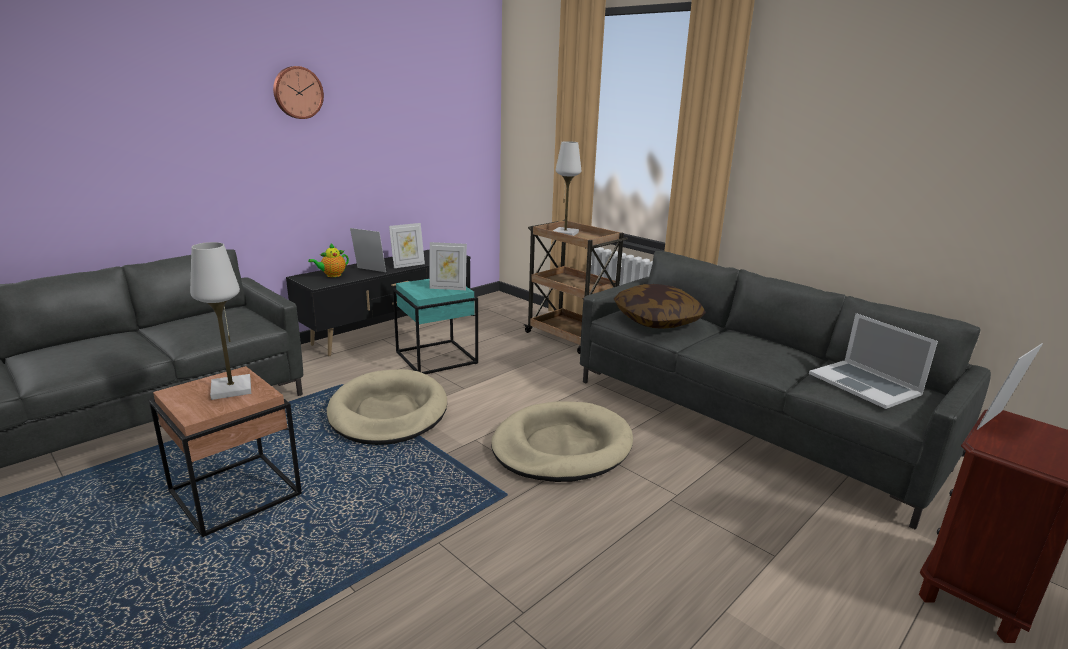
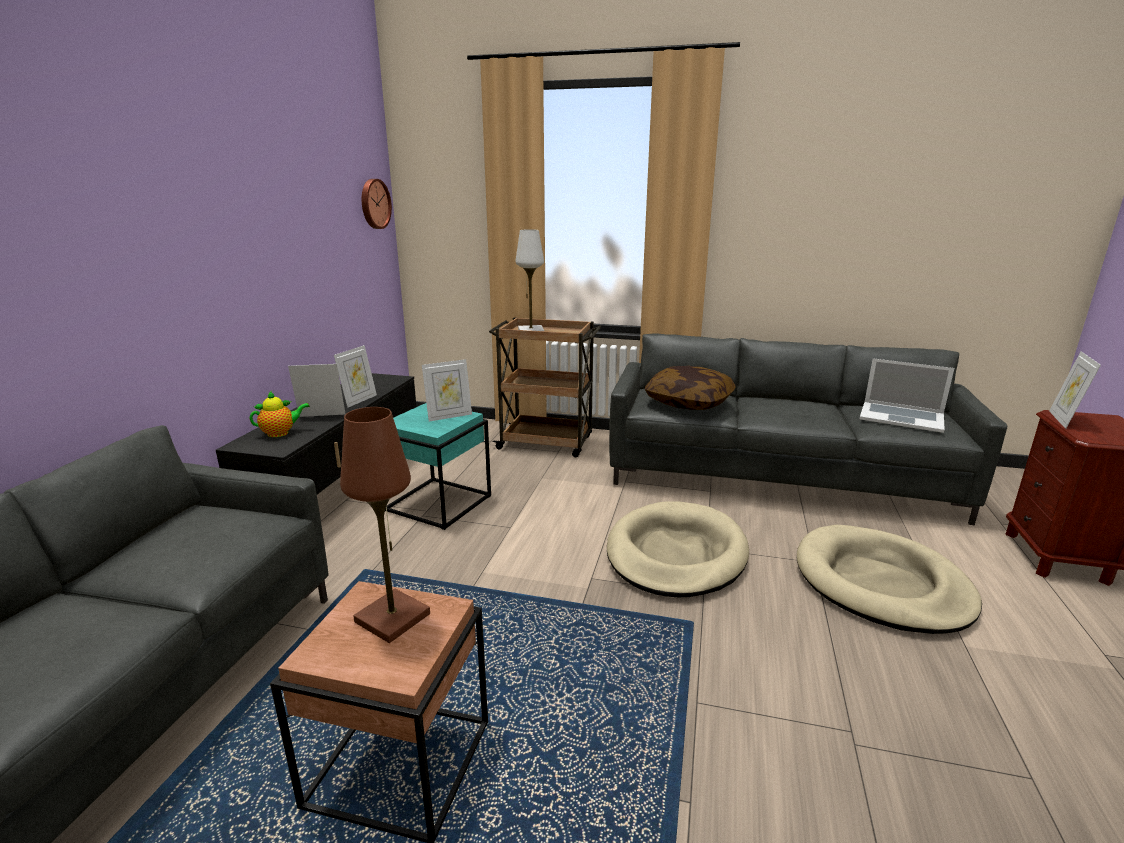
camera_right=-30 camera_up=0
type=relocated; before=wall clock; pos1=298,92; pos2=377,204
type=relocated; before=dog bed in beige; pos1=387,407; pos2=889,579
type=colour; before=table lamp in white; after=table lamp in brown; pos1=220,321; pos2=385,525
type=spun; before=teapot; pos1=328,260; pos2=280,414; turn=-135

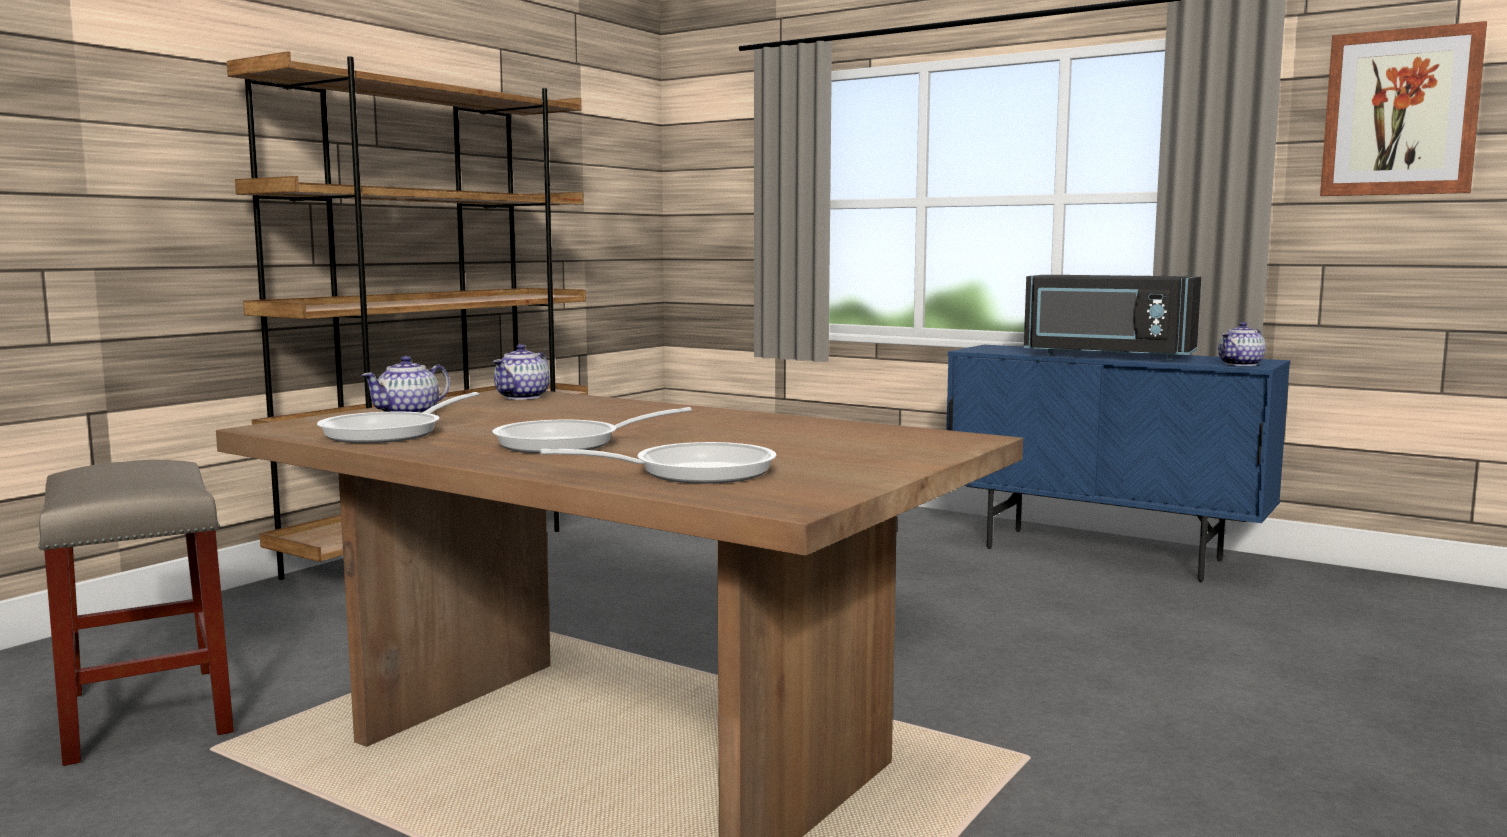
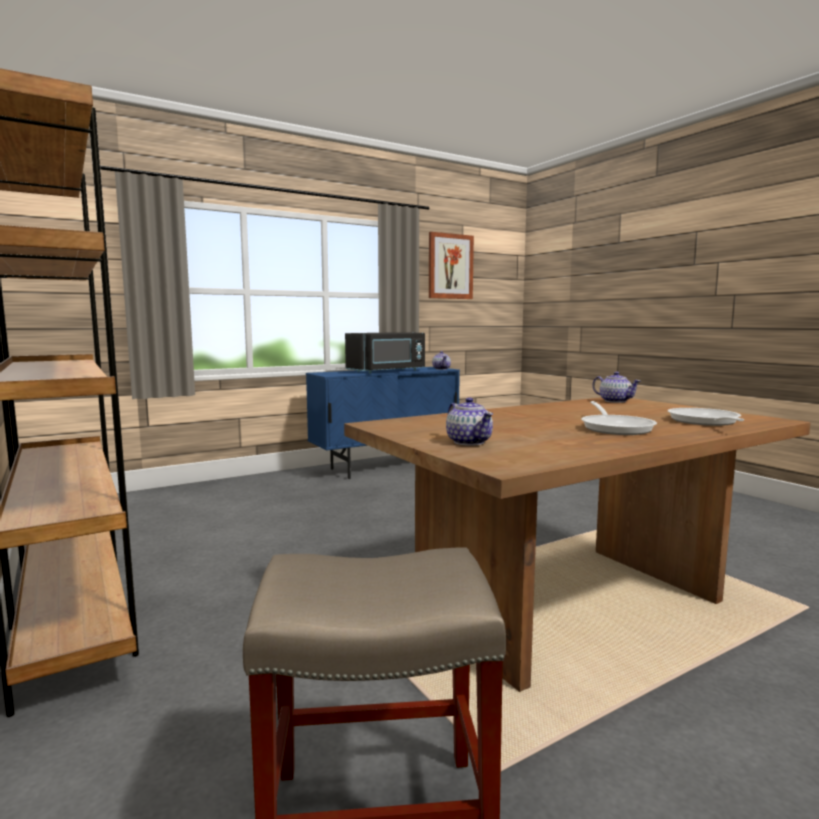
camera_right=-65 camera_up=0
type=missing; before=frying pan; pos1=398,417
type=relocated; before=teapot; pos1=521,372; pos2=616,387

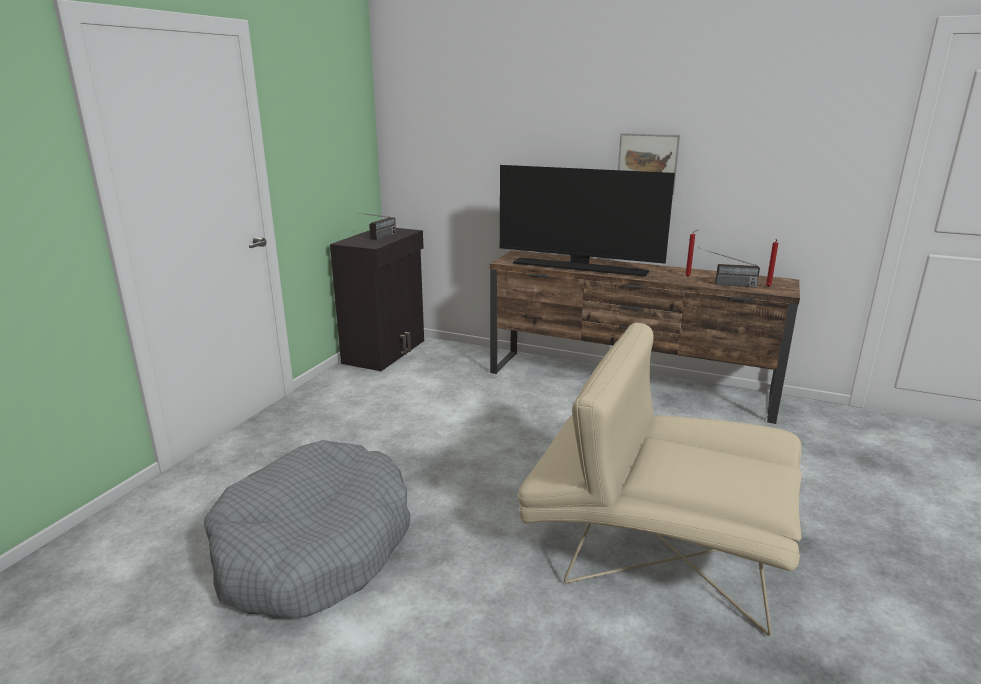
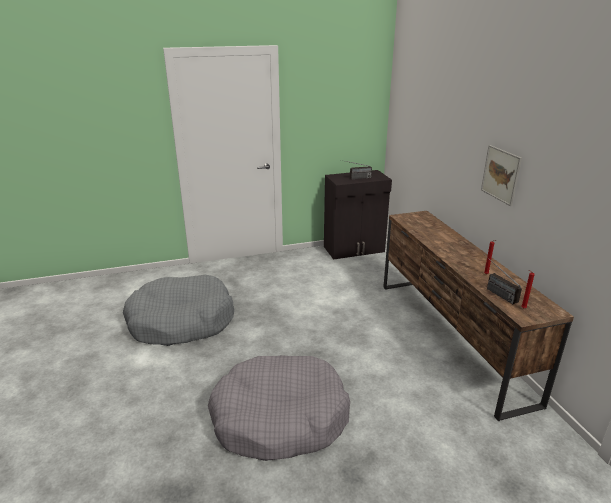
camera_right=50 camera_up=5
type=missing; before=television; pos1=587,221
type=exchanged; before=armchair in beige; after=dog bed in grey; pos1=660,479; pos2=279,408

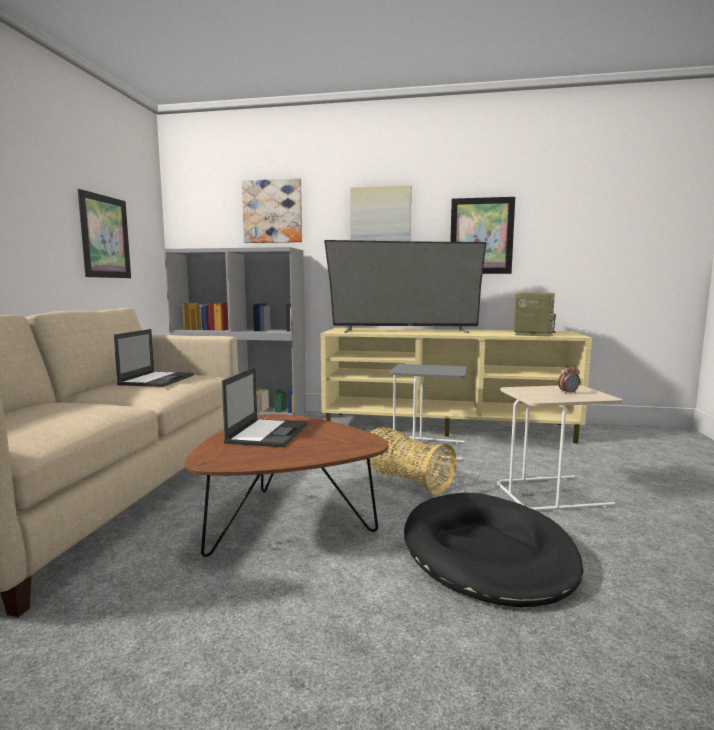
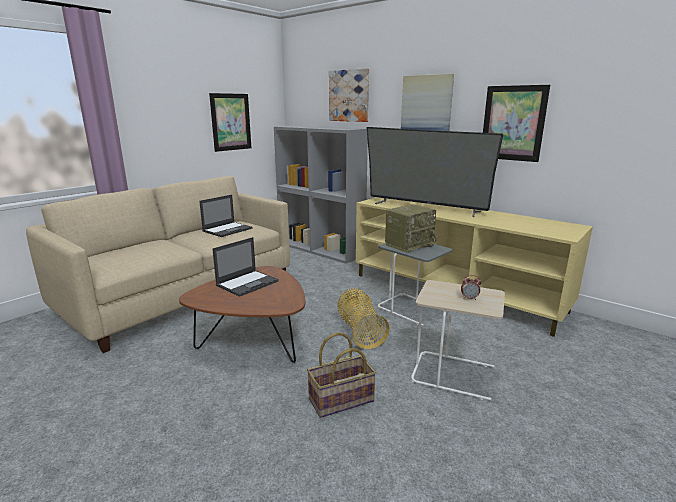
camera_right=30 camera_up=10
type=relocated; before=radio; pos1=535,314; pos2=410,228
type=exchanged; before=dog bed in black; after=basket; pos1=494,550; pos2=341,375

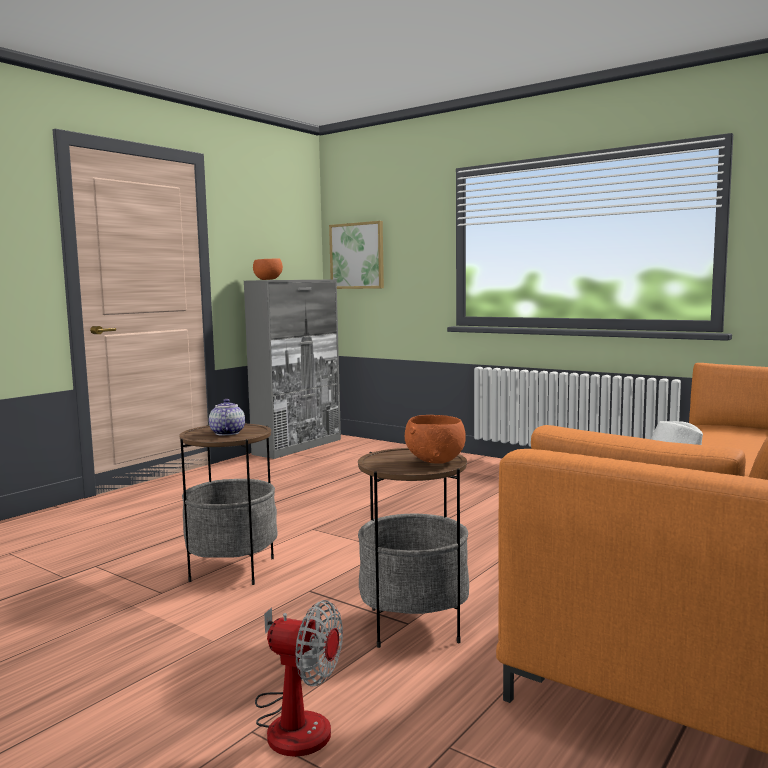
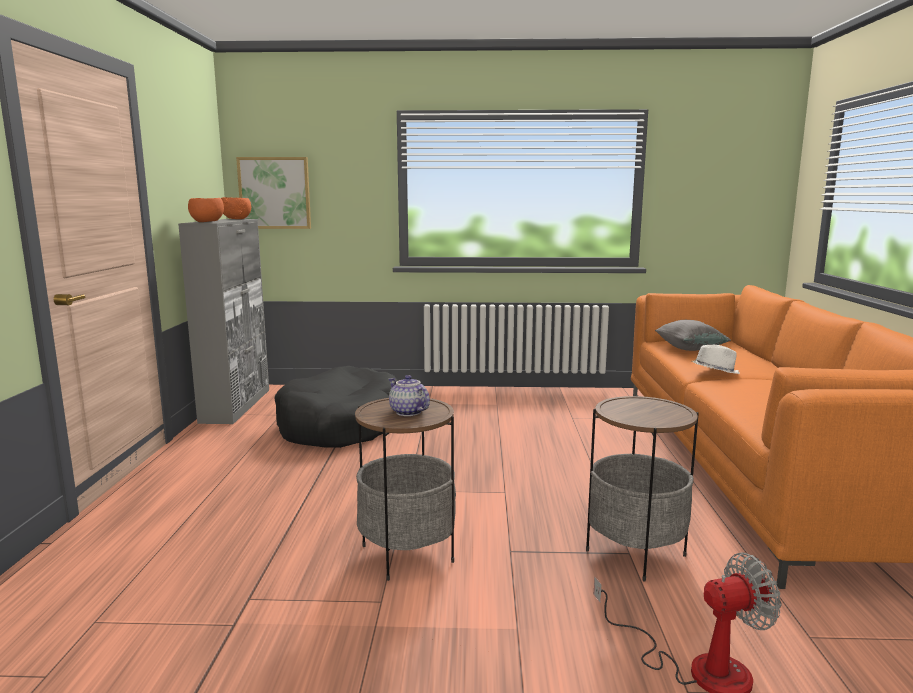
camera_right=-35 camera_up=5
type=appeared; after=dog bed in black; pos2=336,407
type=appeared; after=pillow in grey; pos2=693,335
type=relocated; before=bowl in orange; pos1=435,439; pos2=236,208

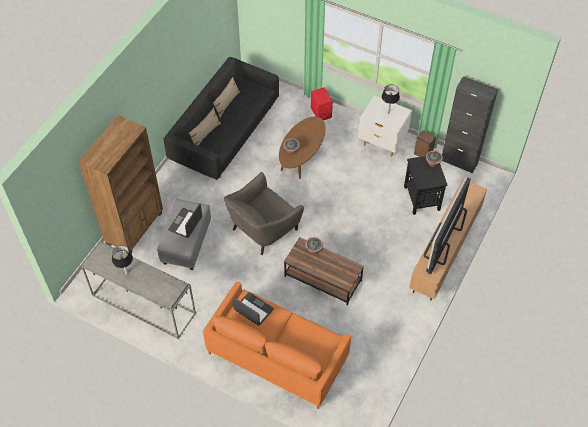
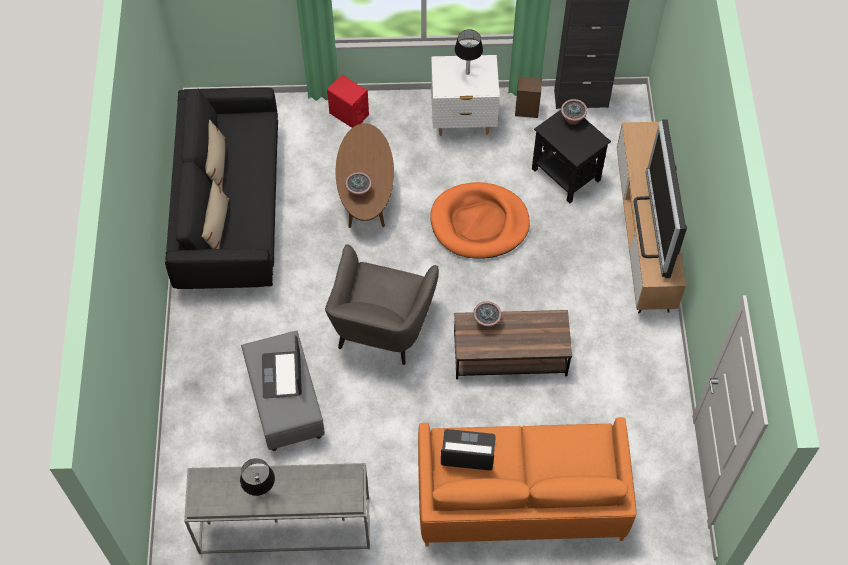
camera_right=-30 camera_up=5
type=missing; before=bookcase in brown; pos1=120,184
type=appeared; after=dog bed in orange; pos2=480,220

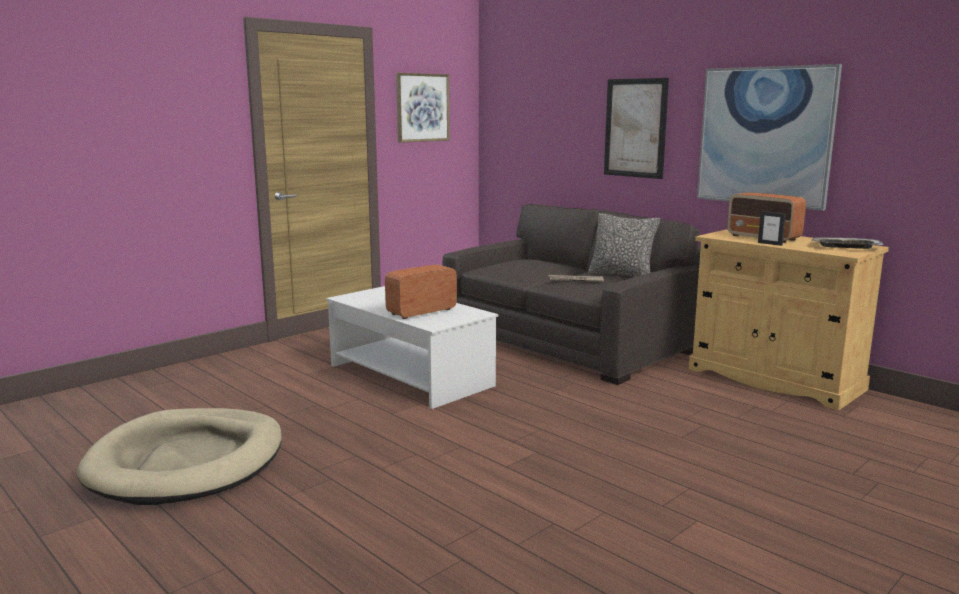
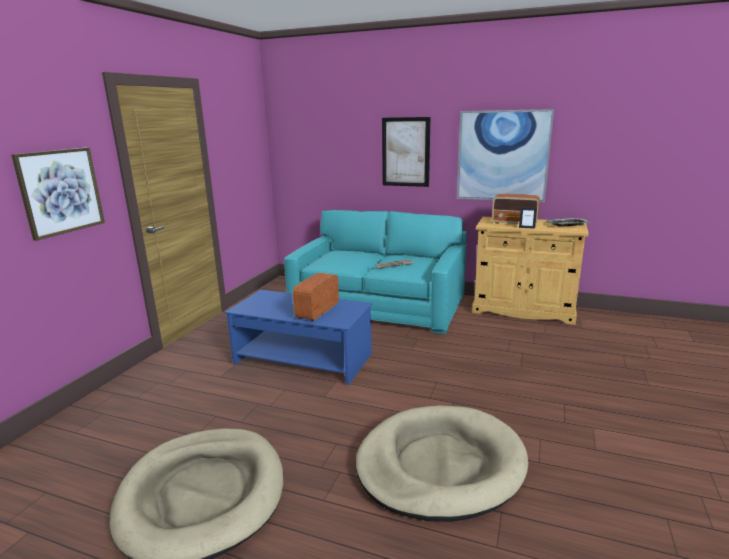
camera_right=-25 camera_up=5
type=missing; before=pillow; pos1=624,245
type=appeared; after=dog bed in beige; pos2=442,463
type=relocated; before=picture; pos1=423,108; pos2=58,194
type=colour; before=coffee table in white; after=coffee table in blue; pos1=412,347; pos2=299,337
type=colour; before=sofa in grey; after=sofa in turquoise; pos1=571,294; pos2=375,272

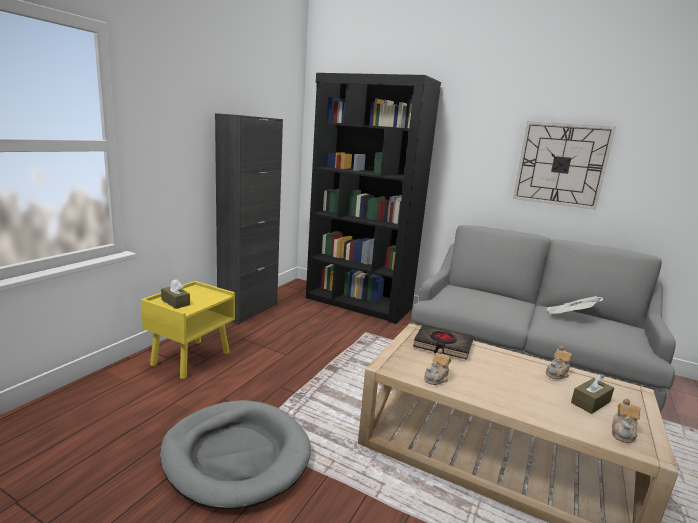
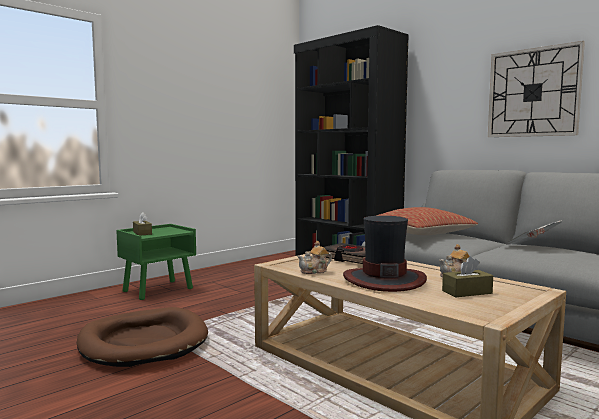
camera_right=20 camera_up=-10
type=missing; before=cabinet in black; pos1=249,218
type=missing; before=teapot; pos1=626,420
type=appeared; after=hat; pos2=385,254
type=appeared; after=pillow; pos2=427,221
type=colour; before=nightstand in yellow; after=nightstand in green; pos1=188,330; pos2=156,262
type=colour; before=dog bed in grey; after=dog bed in brown; pos1=235,454; pos2=142,337

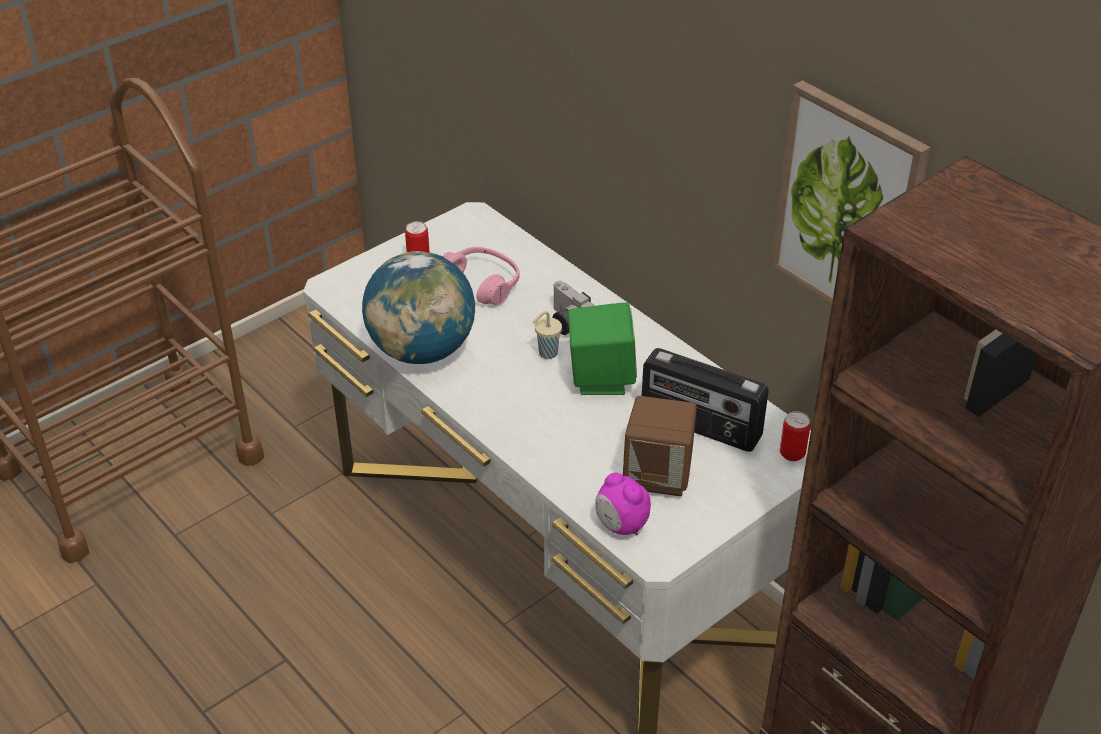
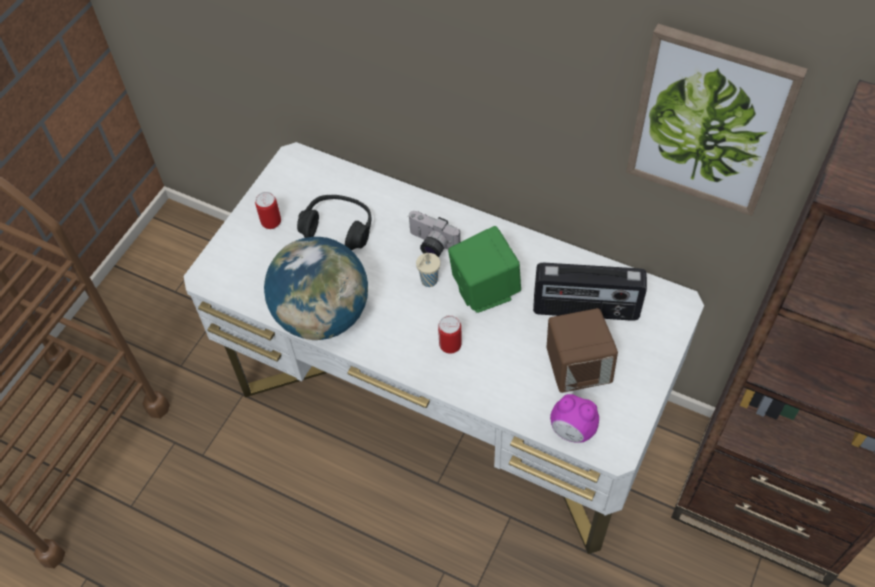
camera_right=-20 camera_up=15
type=relocated; before=can; pos1=795,436; pos2=450,334
type=colour; before=headphones in pink; after=headphones in black; pos1=481,276; pos2=334,222

